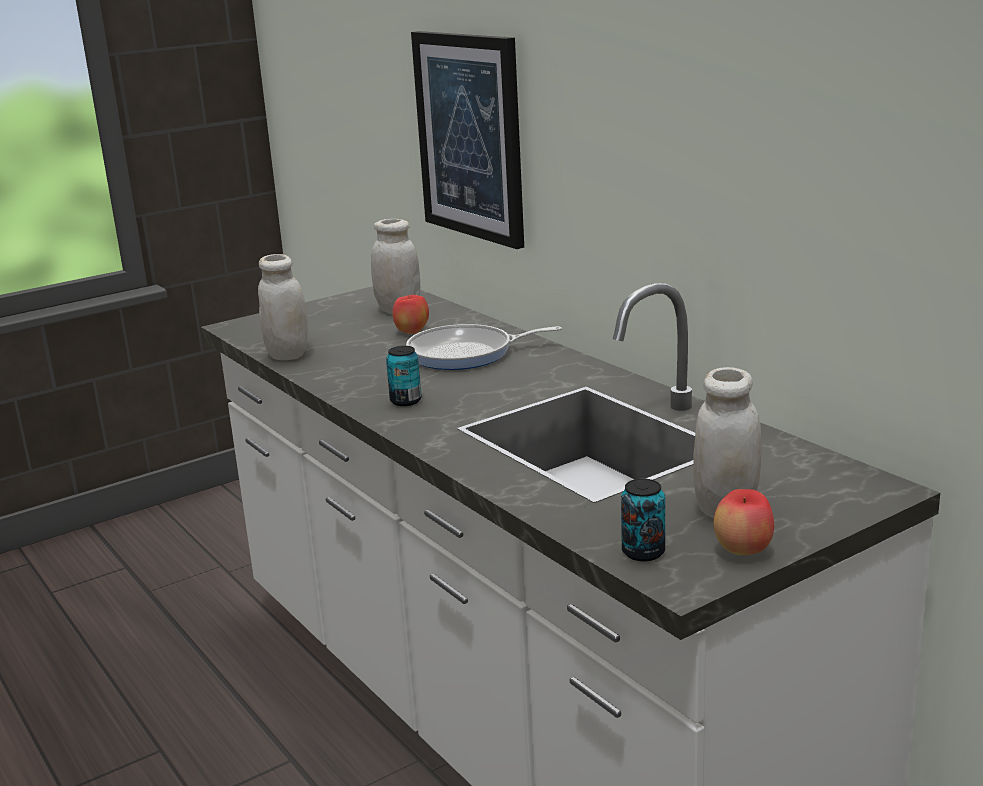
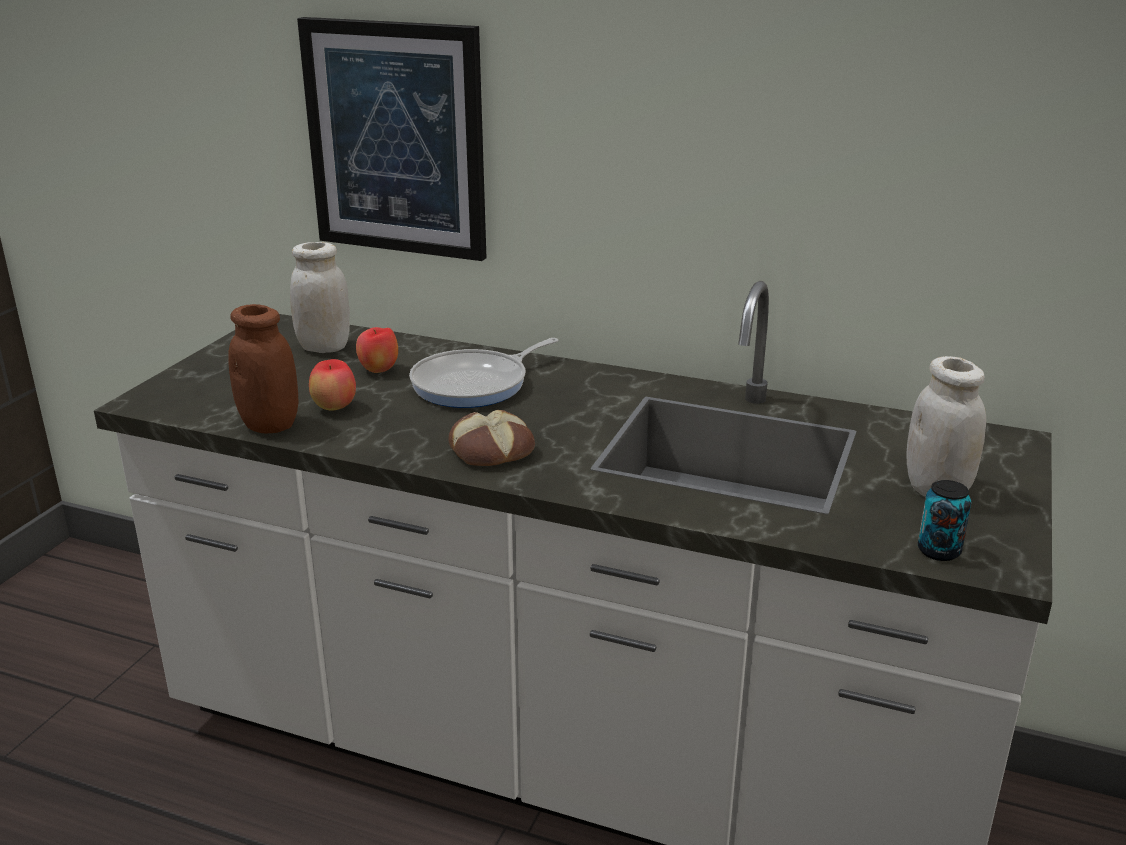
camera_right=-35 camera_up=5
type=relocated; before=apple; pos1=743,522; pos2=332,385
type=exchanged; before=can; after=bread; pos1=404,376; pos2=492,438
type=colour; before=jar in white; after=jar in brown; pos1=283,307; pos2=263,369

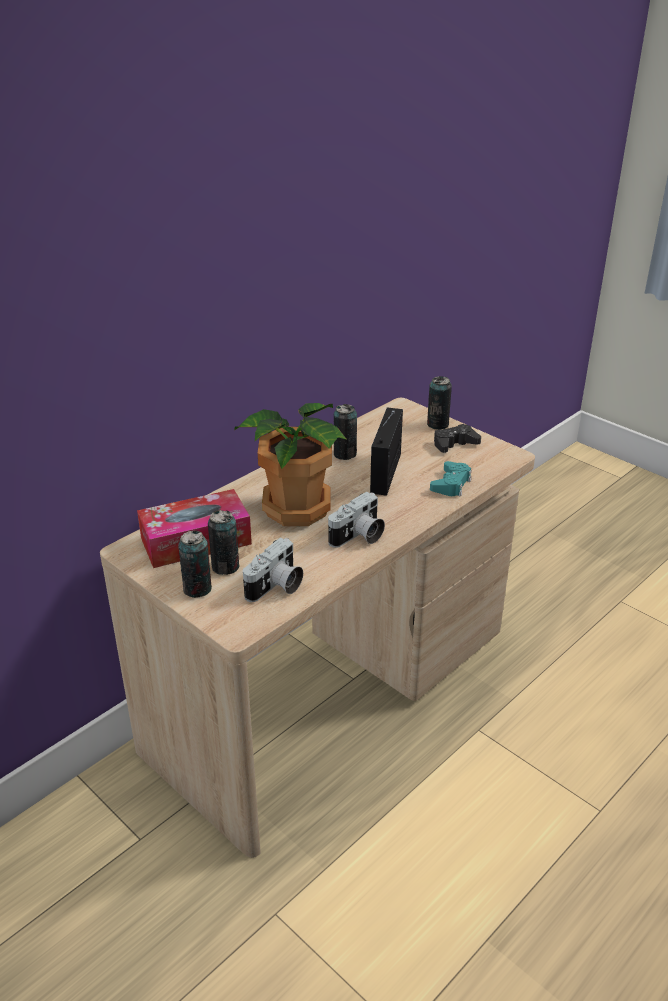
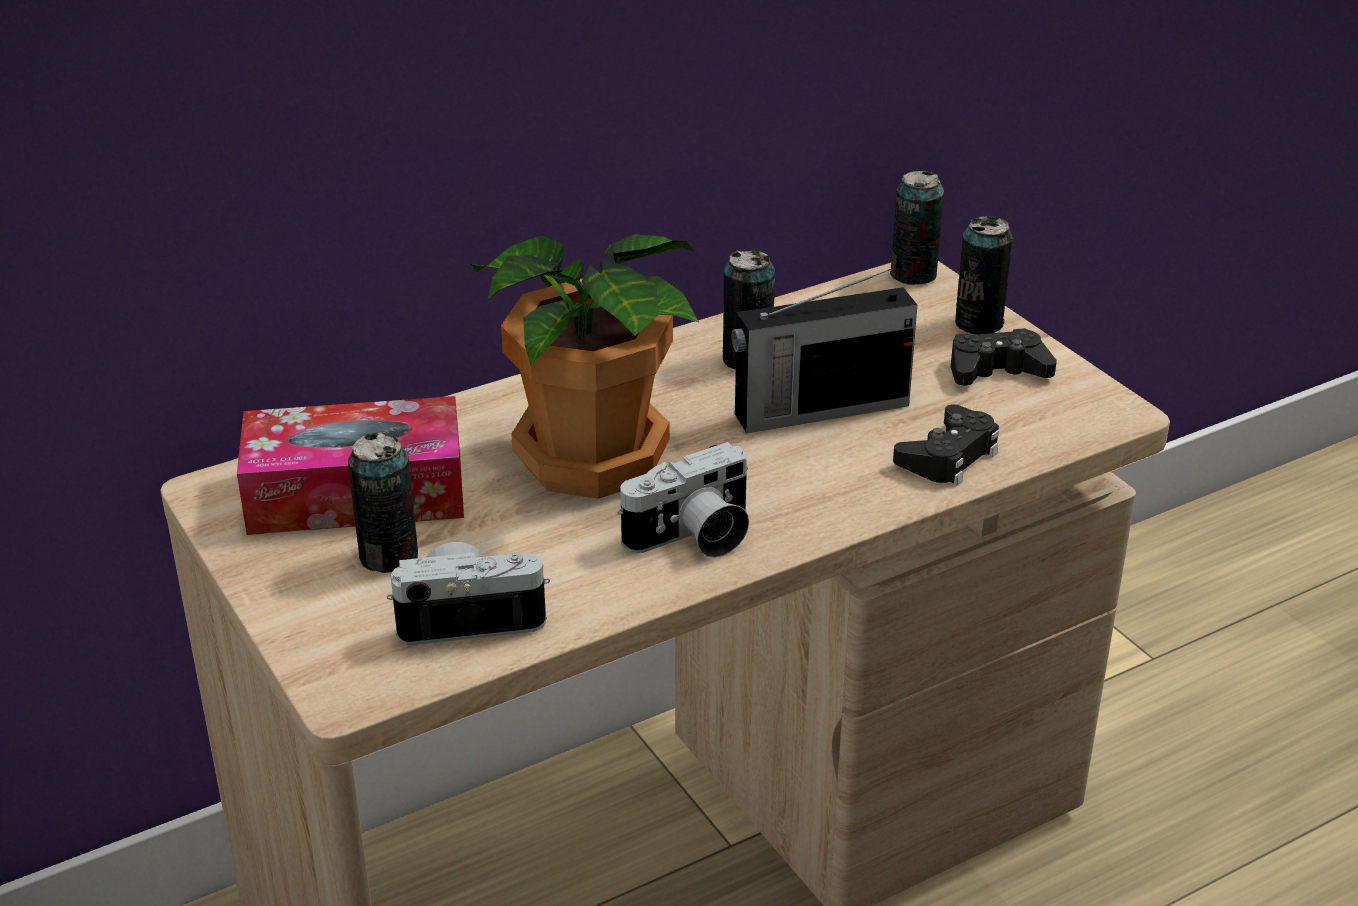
camera_right=15 camera_up=0
type=relocated; before=can; pos1=195,564; pos2=917,228
type=colour; before=game controller in turquoise; after=game controller in black; pos1=451,479; pos2=946,445
type=spun; before=photo camera; pos1=273,570; pos2=468,593; turn=-150
type=spun; before=radio; pos1=386,451; pos2=824,351; turn=-135

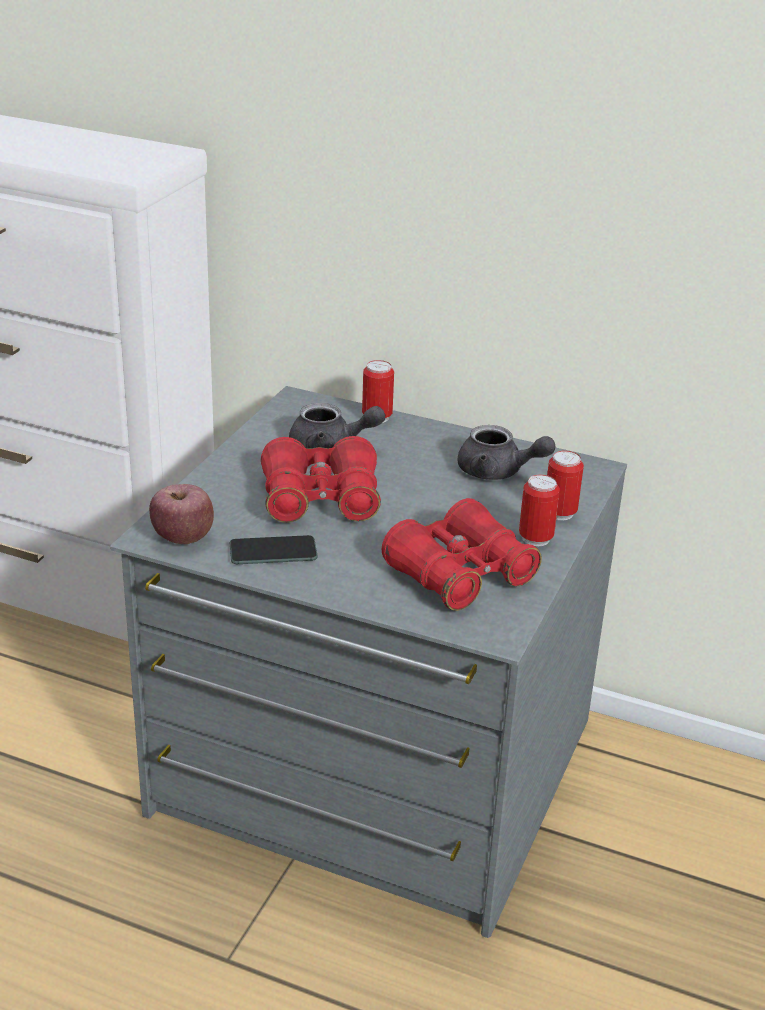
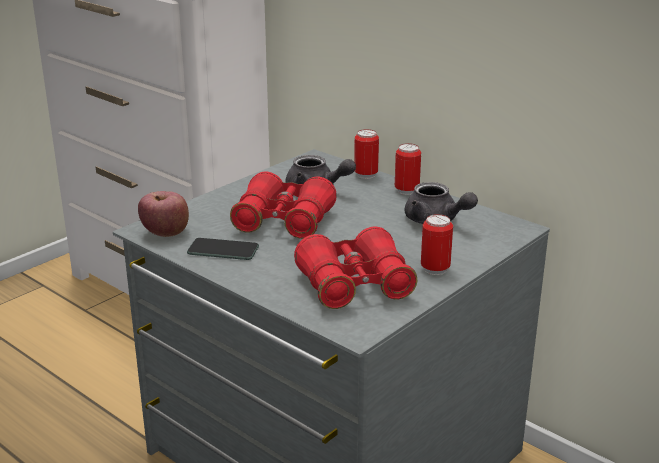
camera_right=20 camera_up=-5
type=relocated; before=can; pos1=565,485; pos2=408,169

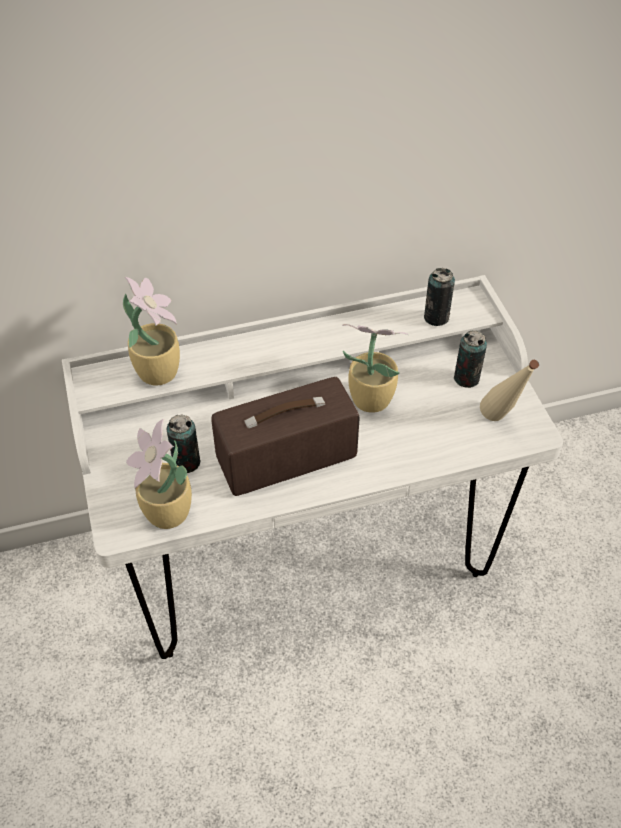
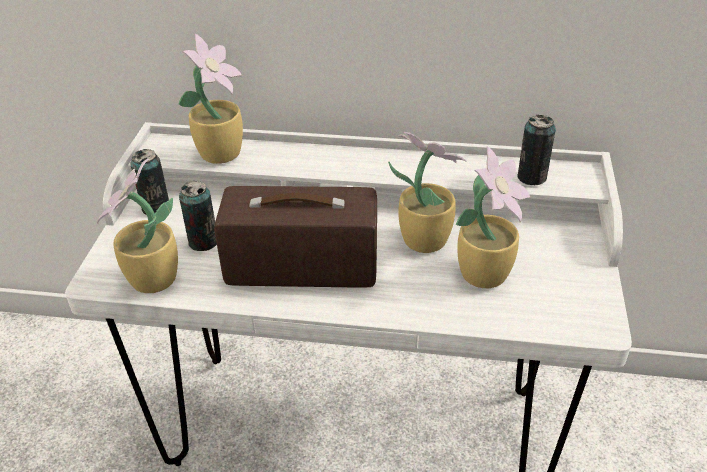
camera_right=25 camera_up=-10
type=missing; before=bottle in beige; pos1=509,390
type=appeared; after=potted plant; pos2=493,217
type=relocated; before=can; pos1=470,359; pos2=149,182

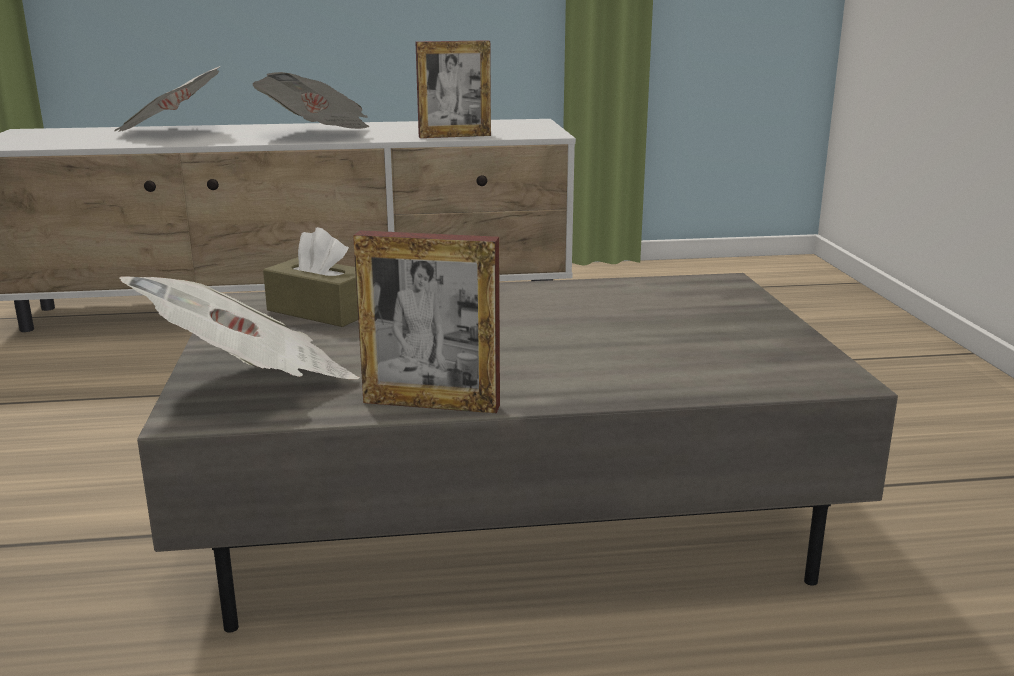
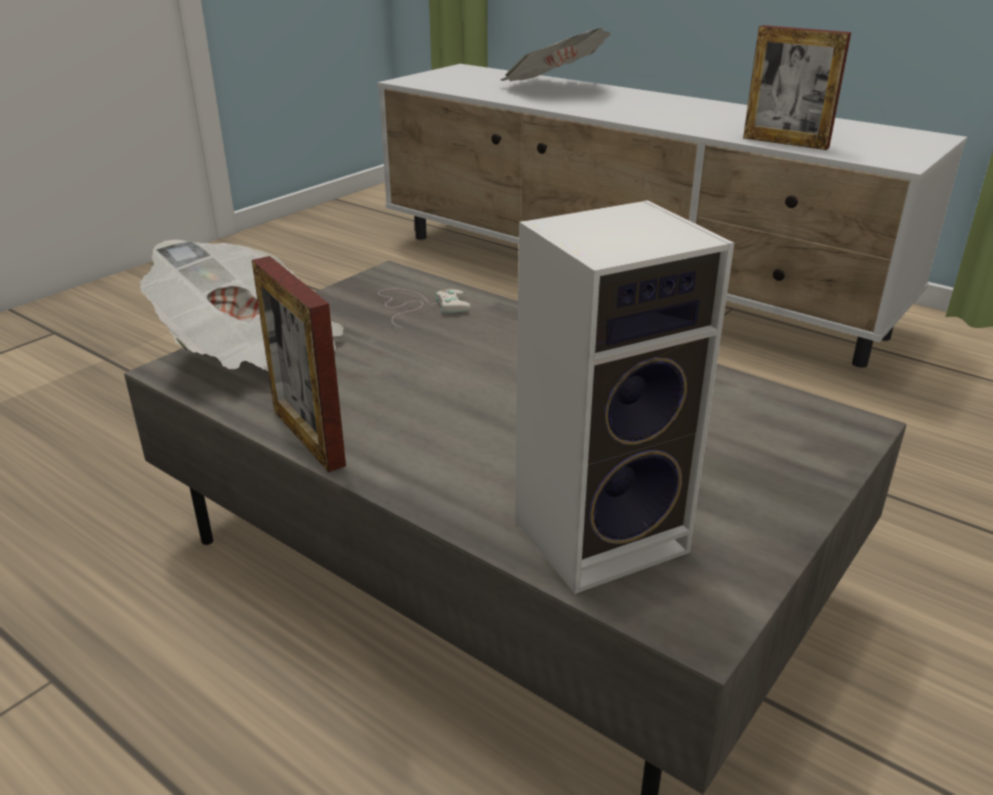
camera_right=45 camera_up=10
type=missing; before=newspaper; pos1=311,100
type=appeared; after=speaker; pos2=624,397
type=exchanged; before=tissue box in brown; after=game controller in white; pos1=310,277; pos2=424,308

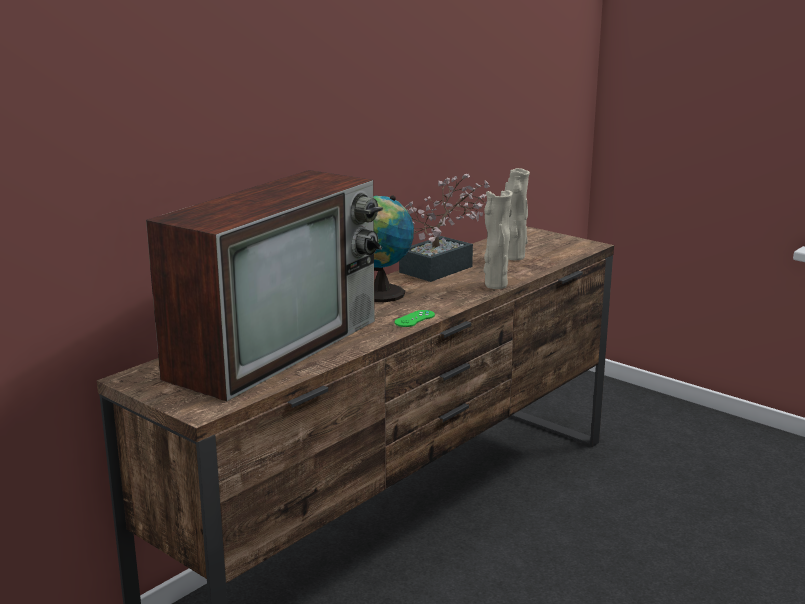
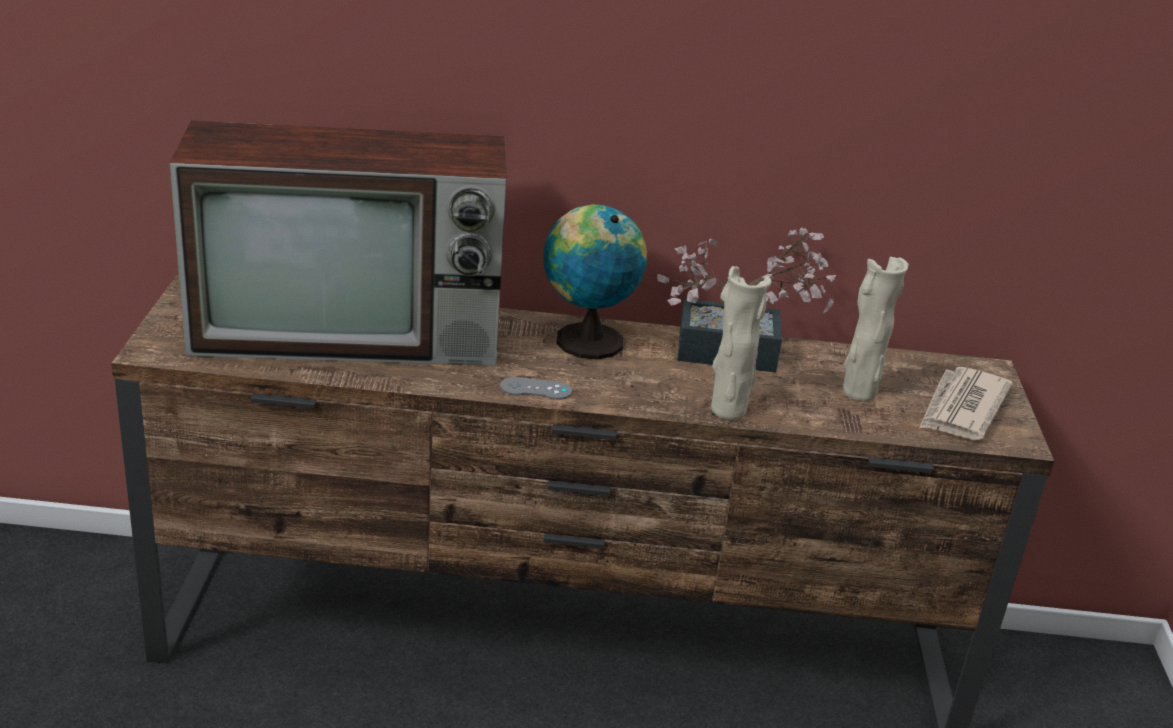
camera_right=50 camera_up=10
type=appeared; after=newspaper; pos2=966,403
type=colour; before=game controller in green; after=game controller in grey; pos1=414,318; pos2=536,388

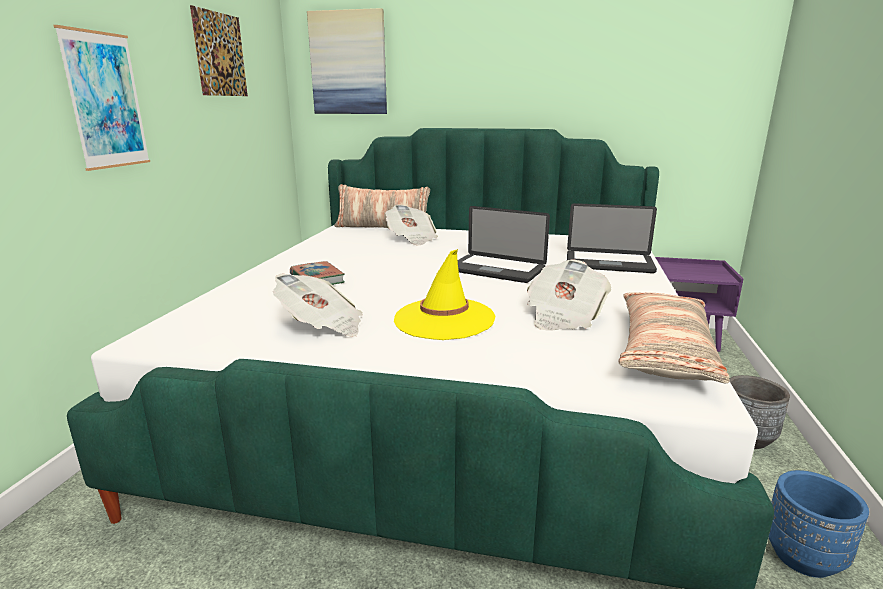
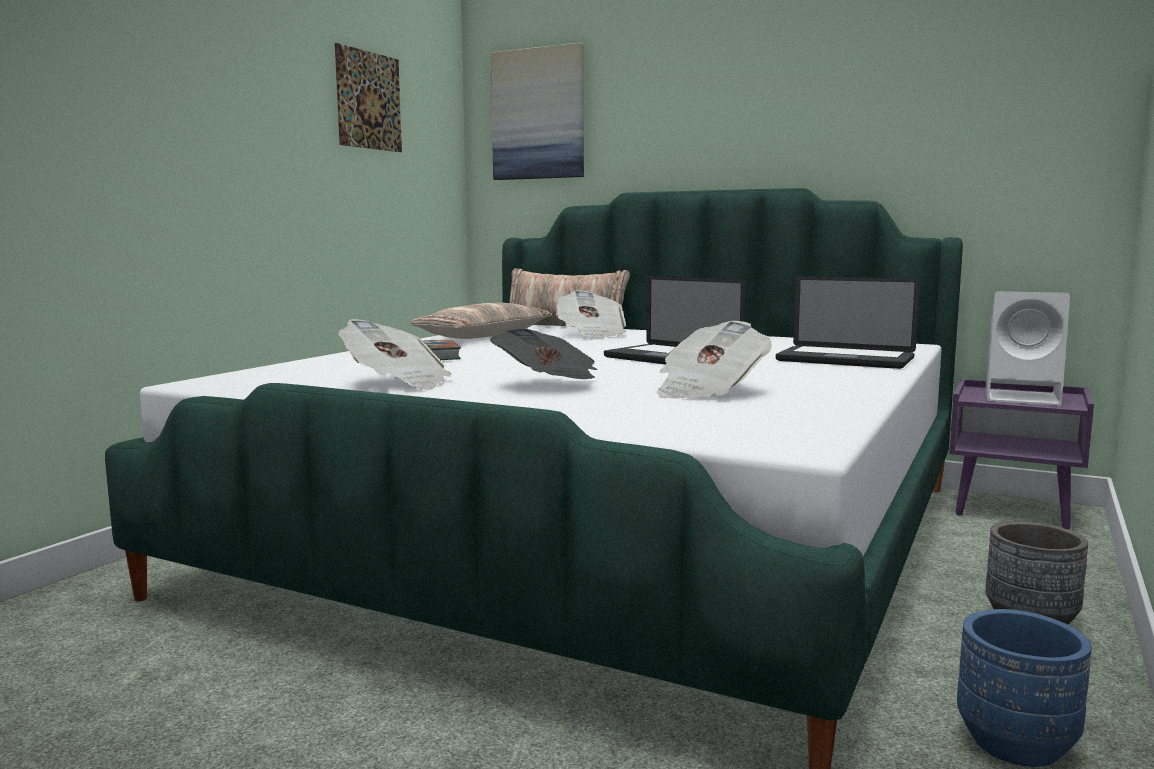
camera_right=15 camera_up=-10
type=missing; before=picture; pos1=102,98
type=appeared; after=speaker in white; pos2=1027,348
type=relocated; before=pillow; pos1=674,338; pos2=481,321
type=exchanged; before=hat in yellow; after=newspaper; pos1=444,294; pos2=544,353

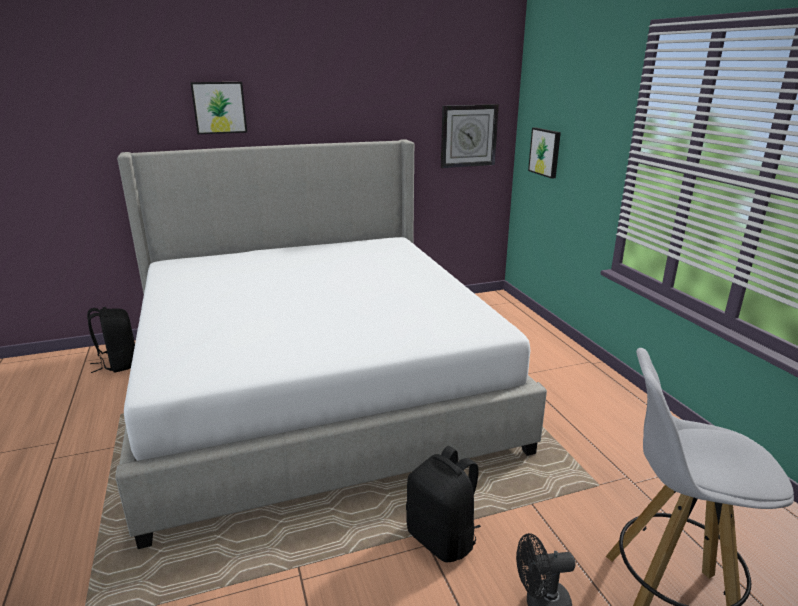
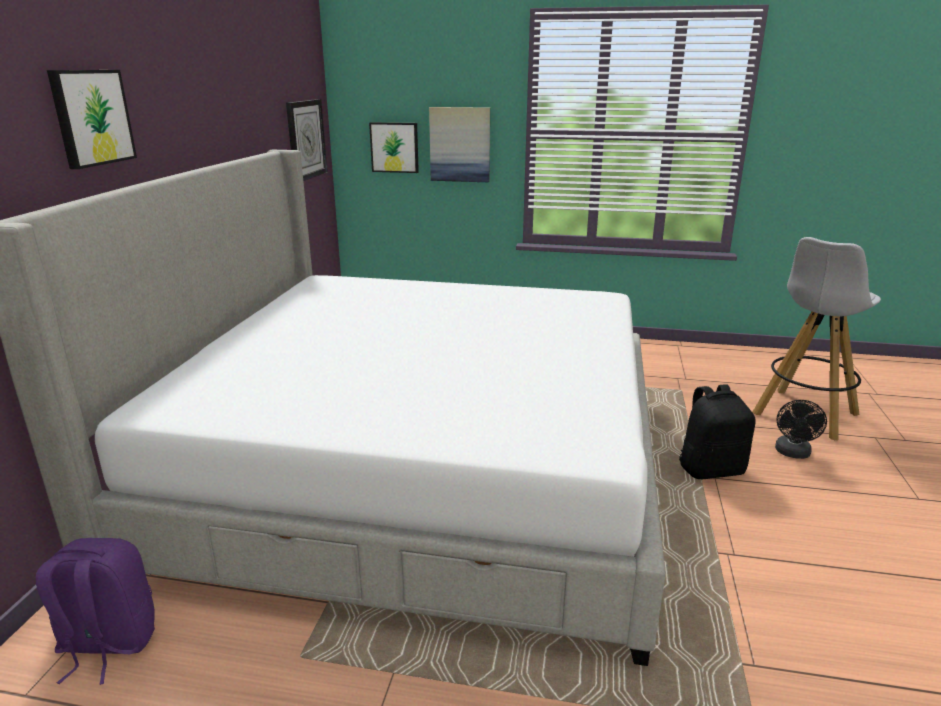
camera_right=-60 camera_up=0
type=appeared; after=picture; pos2=459,144
type=colour; before=backpack in black; after=backpack in purple; pos1=111,340; pos2=95,611

